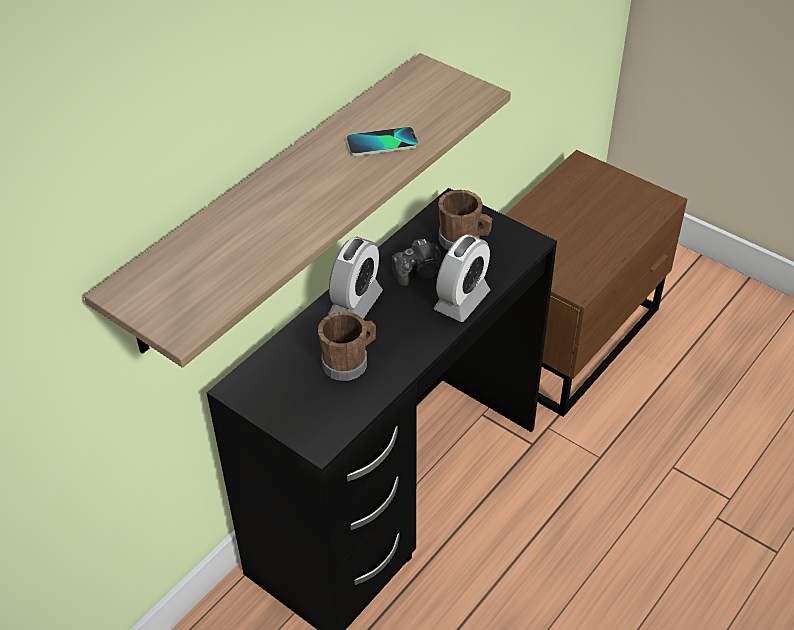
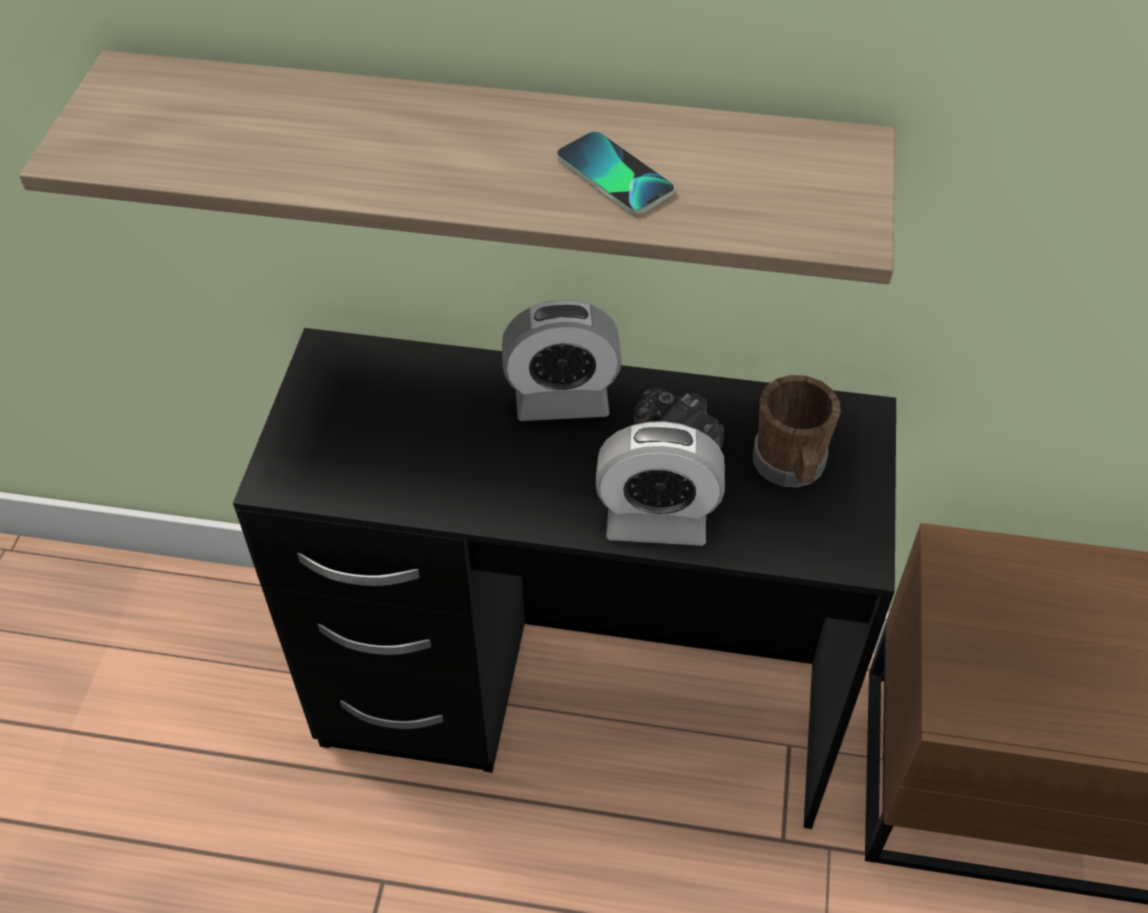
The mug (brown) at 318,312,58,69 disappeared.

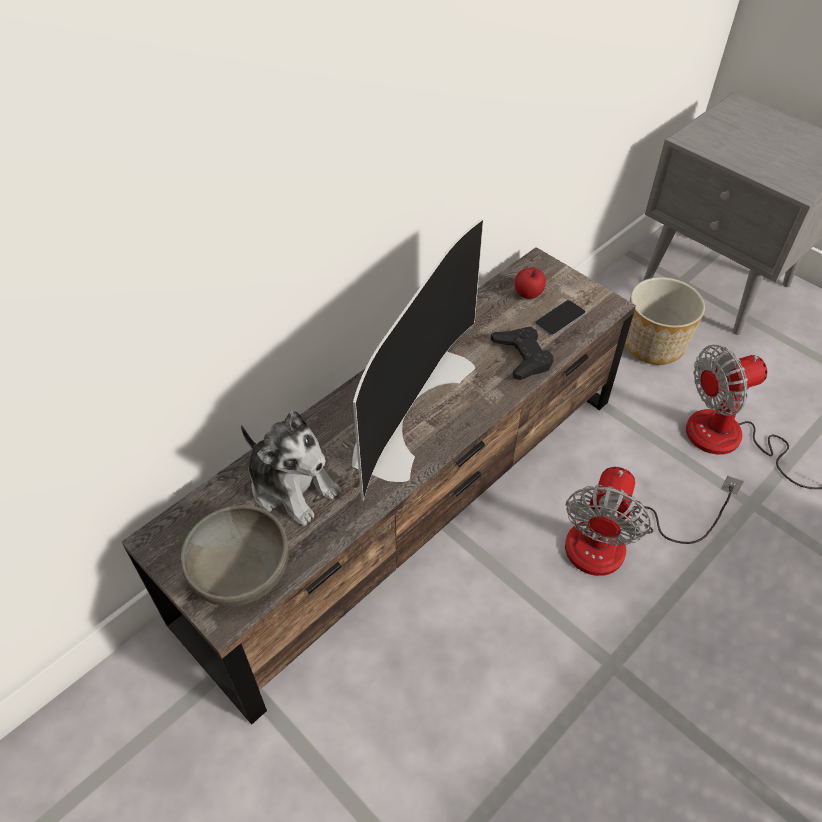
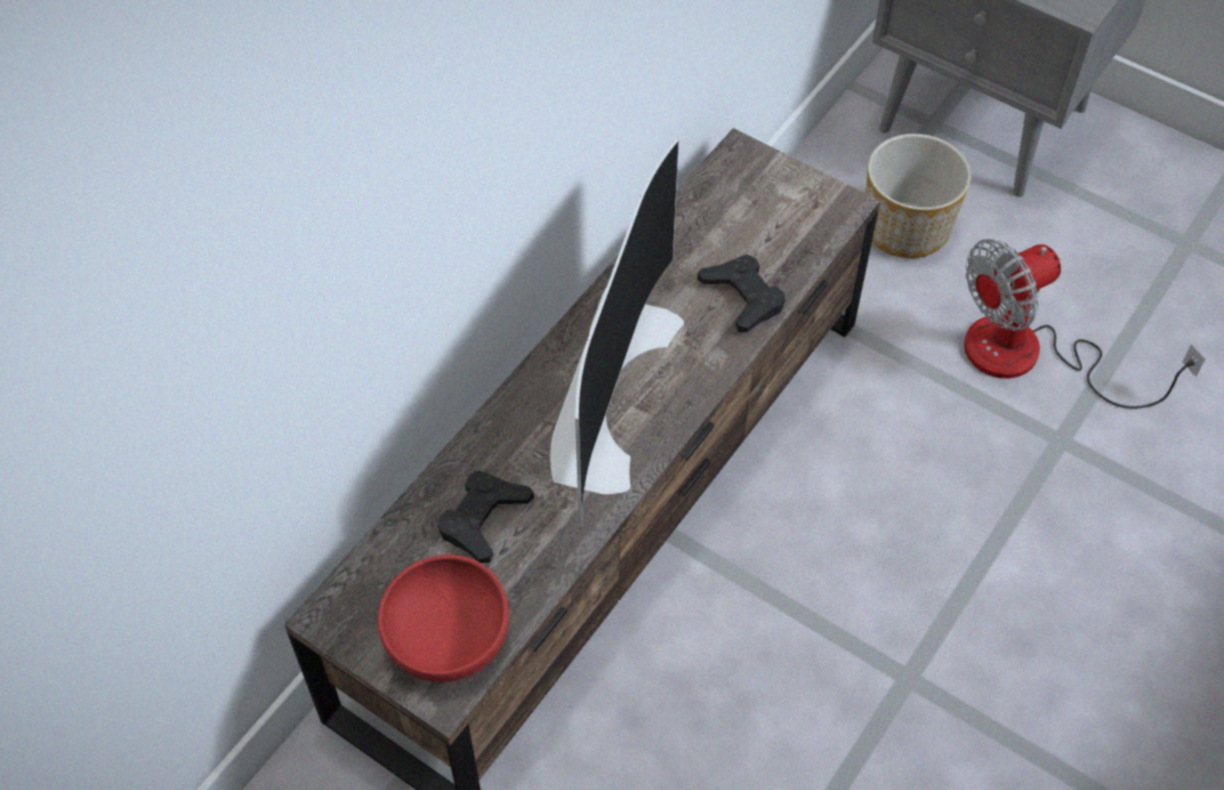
The apple at 515,268,31,31 disappeared.
The phone at 535,300,50,36 disappeared.
The plush toy at 241,410,100,116 was replaced by the game controller (black) at 437,470,97,93.
The fan at 565,467,179,109 disappeared.
The bowl (grey) at 180,505,109,101 became the bowl (red) at 377,555,132,128.

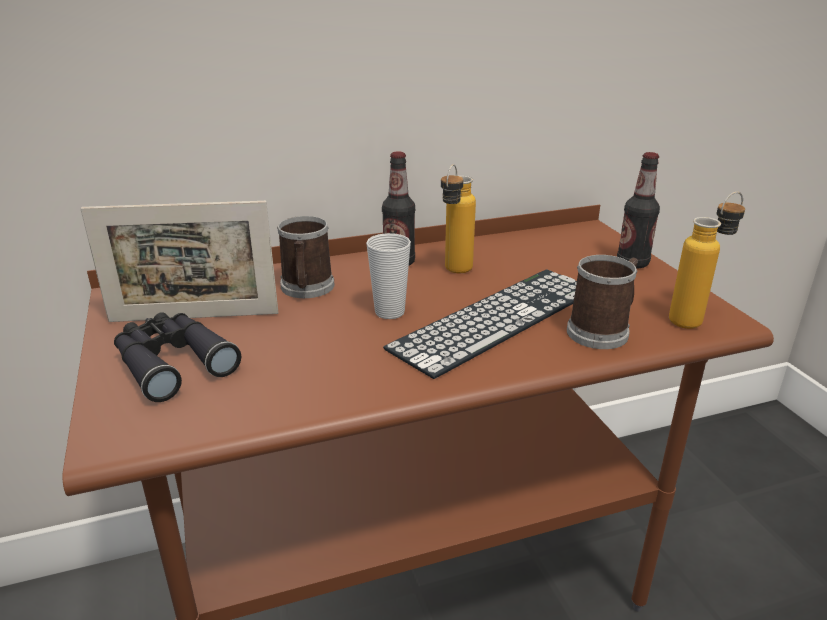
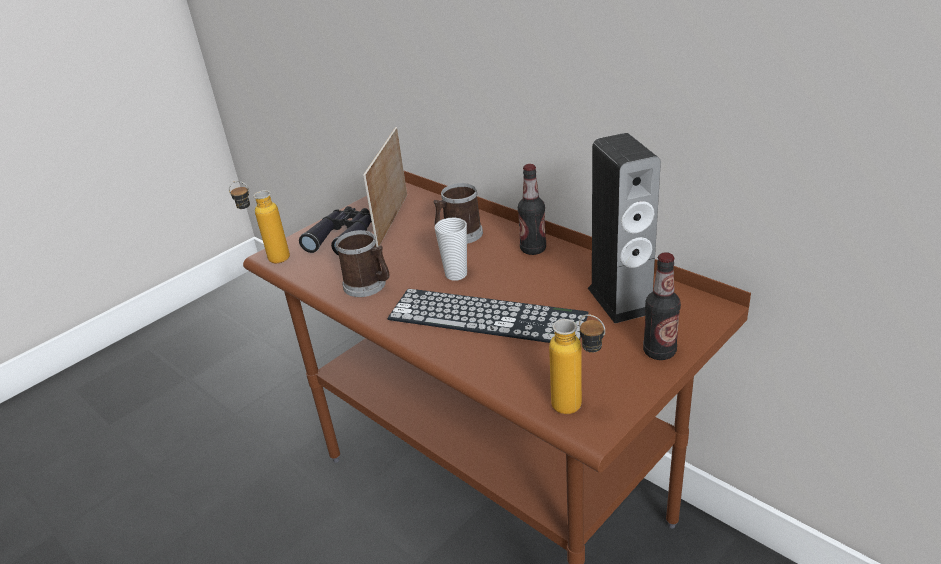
The bottle moved from 441,164,35,109 to 229,181,61,82.
The picture frame at 80,201,198,121 turned 45 degrees clockwise.
The mug moved from 567,255,71,94 to 336,230,54,67.
The speaker at 588,133,73,190 appeared.

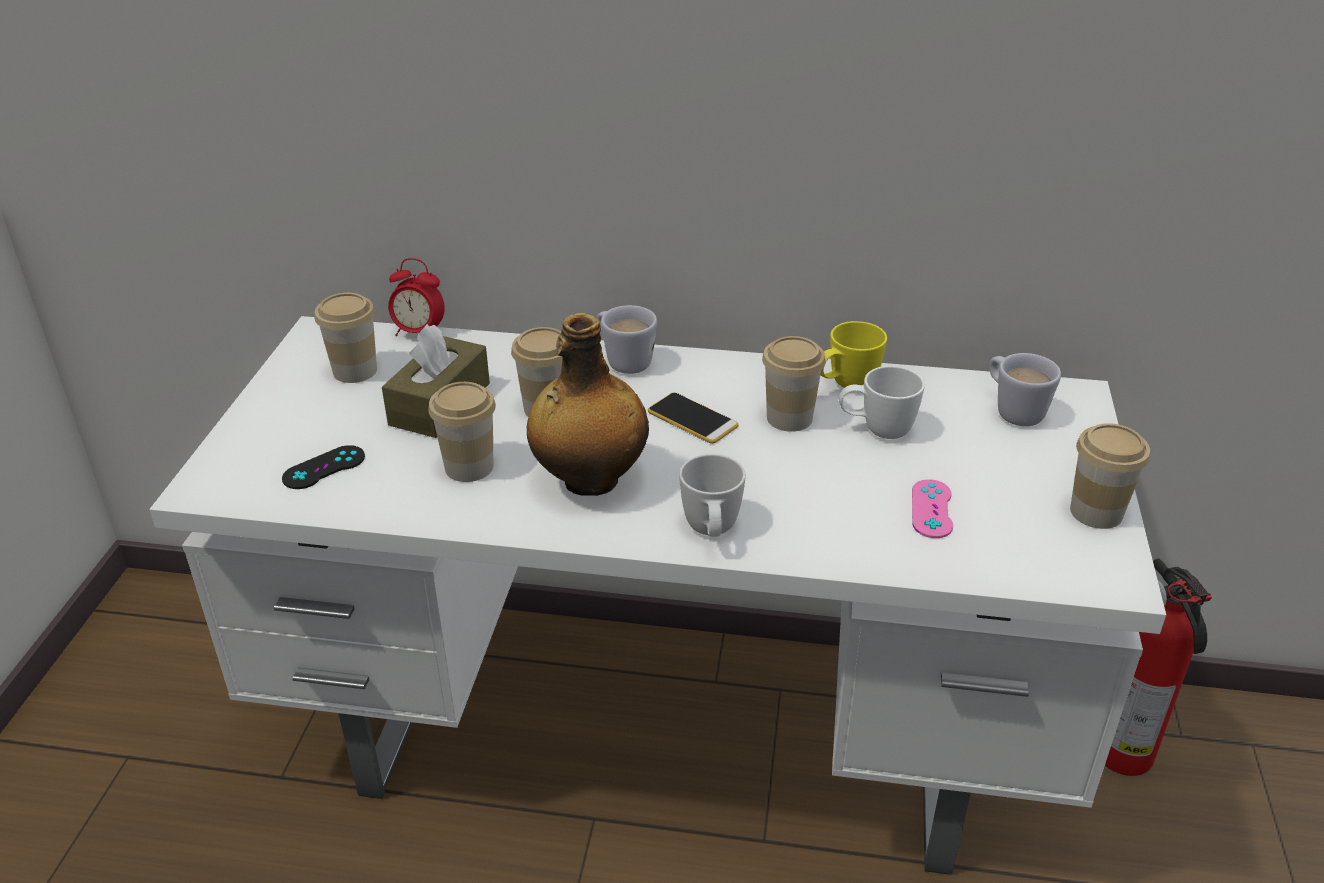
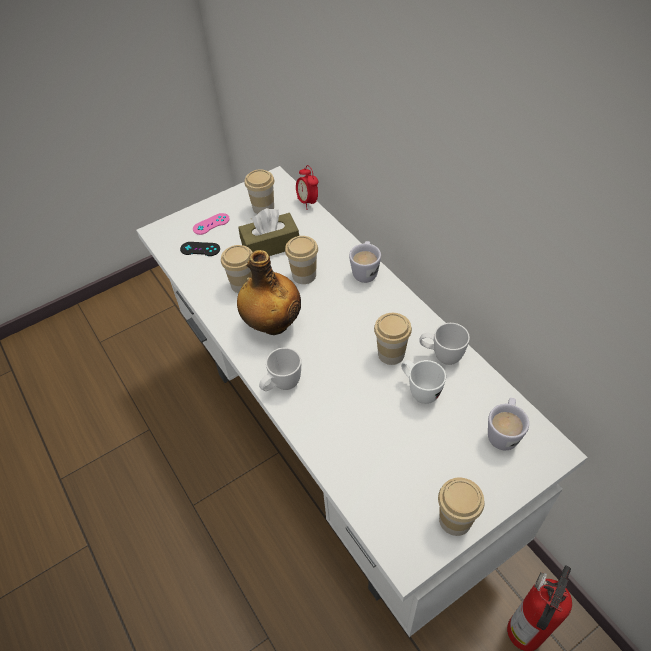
The mug (yellow) at 821,321,66,67 became the mug (white) at 419,323,51,42.
The phone at 648,393,90,51 disappeared.
The game controller (pink) moved from 912,479,41,59 to 193,213,37,22.

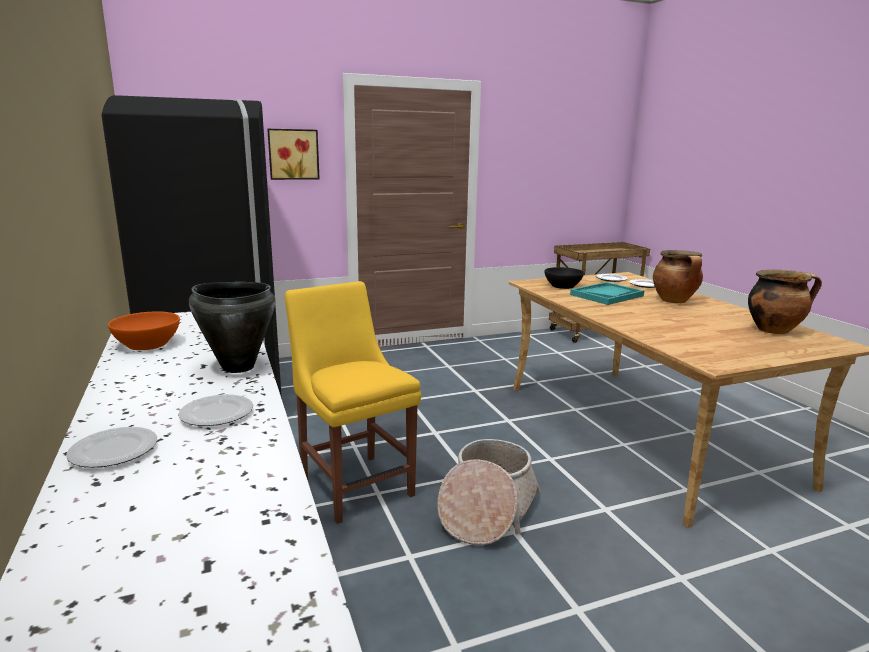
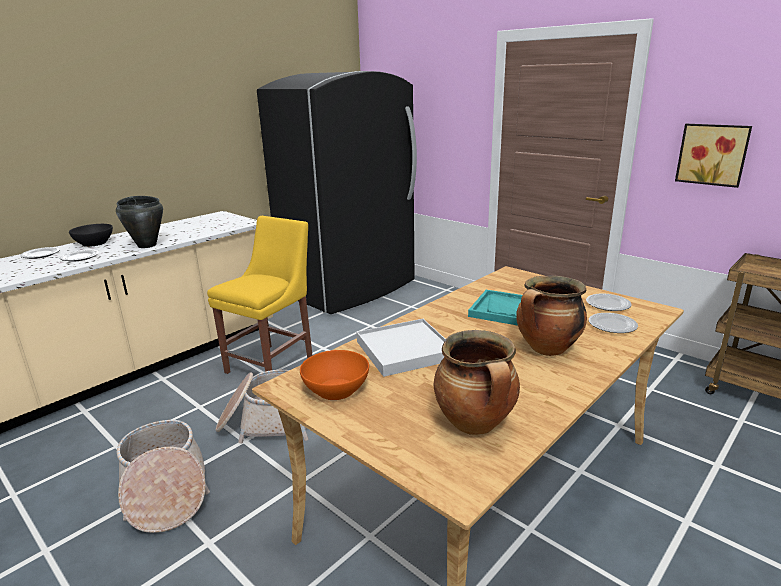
The picture moved from 267,129,53,51 to 675,124,77,64.
The bowl (black) moved from 544,267,40,22 to 69,224,44,23.
The bowl (orange) moved from 108,311,72,39 to 300,350,69,50.
The tray (white) at 357,319,89,58 appeared.
The basket at 117,420,93,113 appeared.

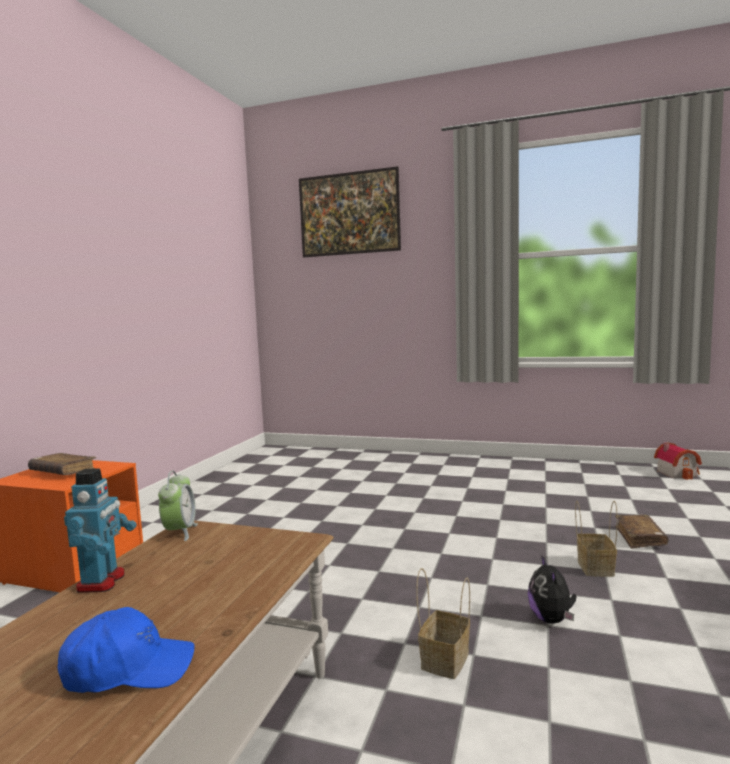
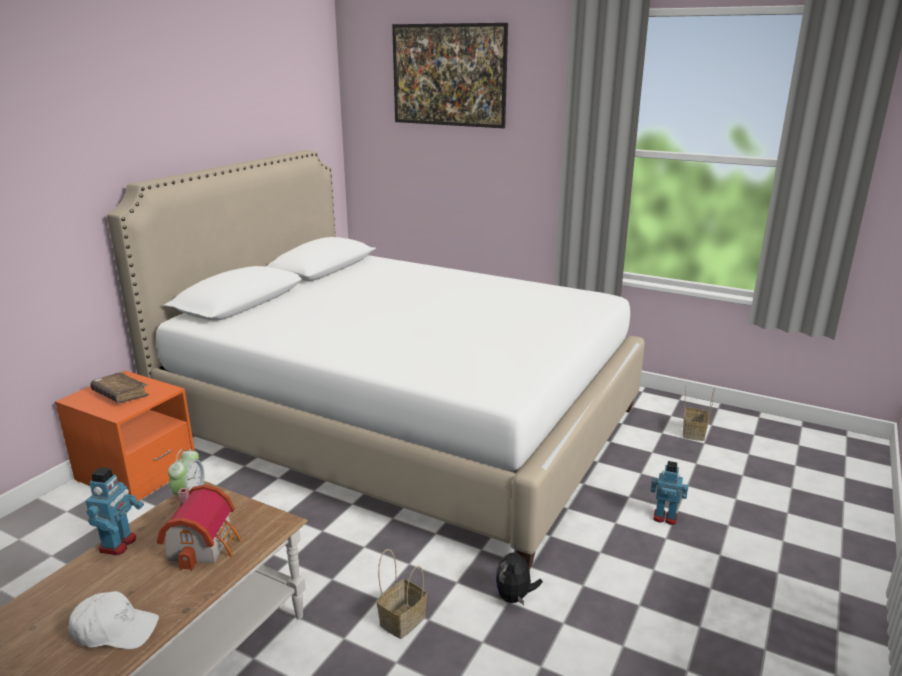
The toy house moved from 654,442,48,38 to 157,485,84,86.
The basket moved from 575,501,43,76 to 683,388,32,53.
The book (brown) at 615,515,53,33 was replaced by the toy robot at 651,461,37,64.
The cap (blue) at 57,607,138,86 became the cap (white) at 68,591,91,58.
The bed (white) at 107,150,538,419 appeared.

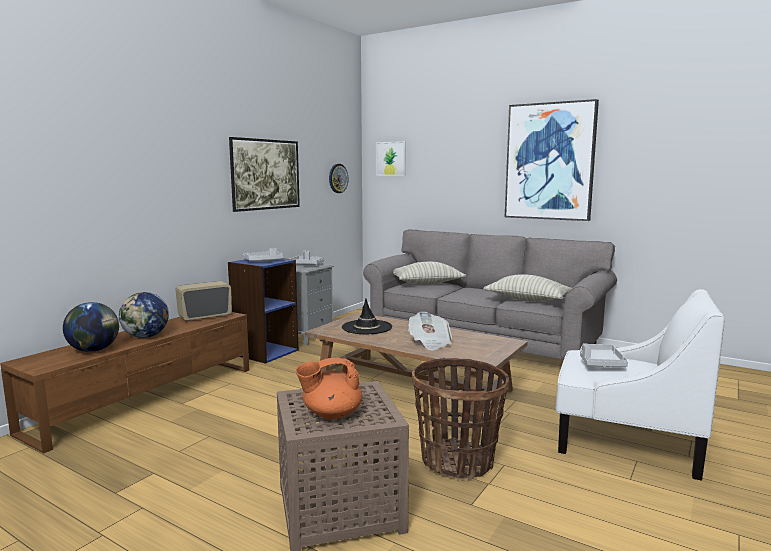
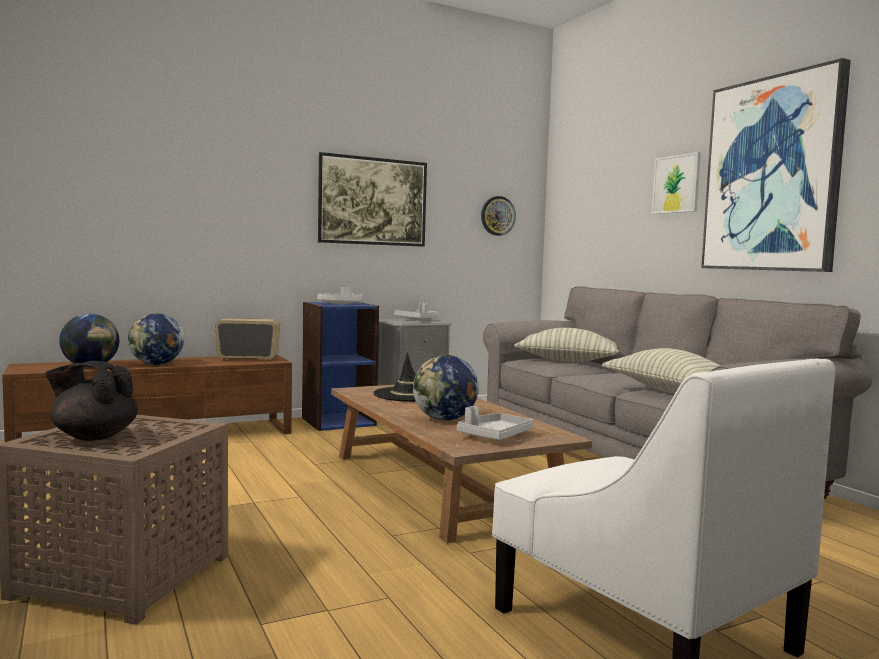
The picture moved from 376,141,30,35 to 652,152,49,62.
The newspaper at 408,312,44,39 was replaced by the globe at 413,355,66,65.
The tray (grey) moved from 580,343,48,24 to 457,406,77,34.
The teapot (orange) at 296,358,66,61 became the teapot (black) at 45,361,93,80.
The basket at 412,358,97,121 disappeared.

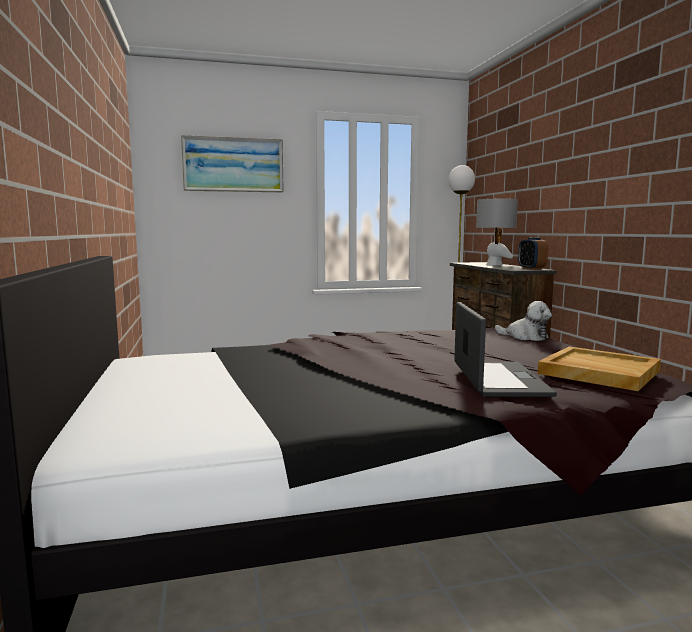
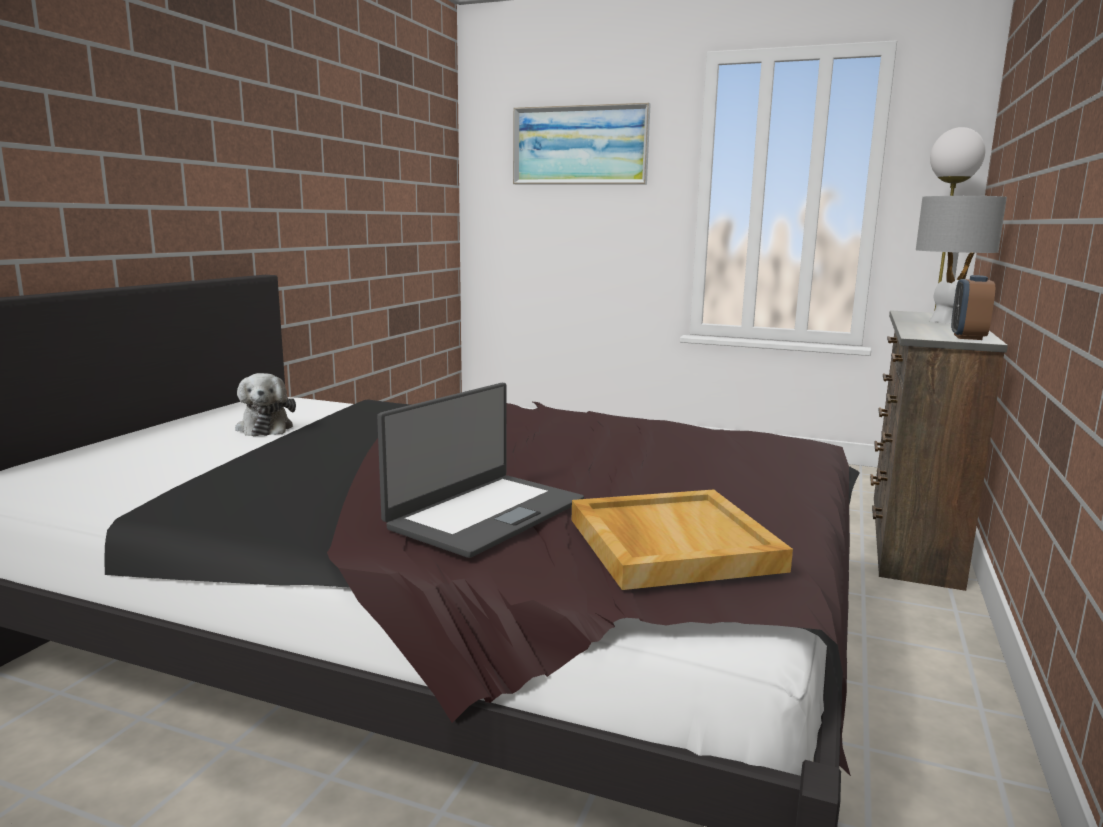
The plush toy moved from 495,301,57,40 to 235,373,61,63.

